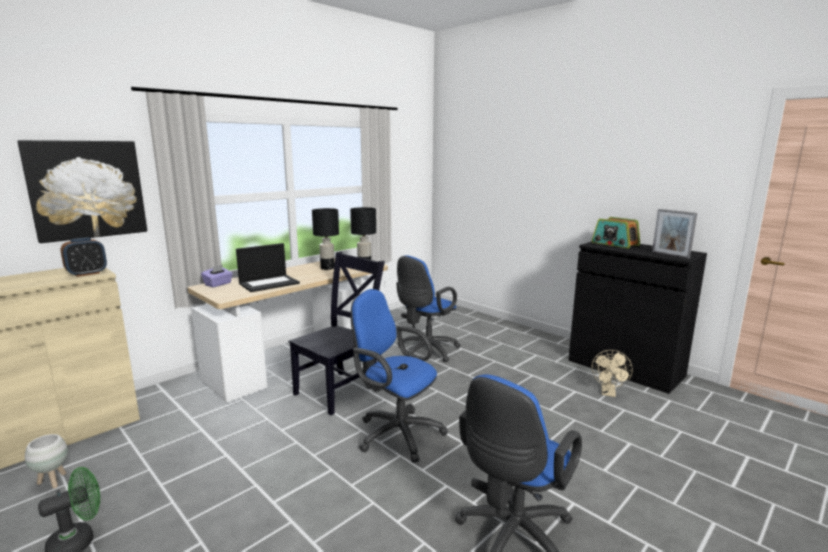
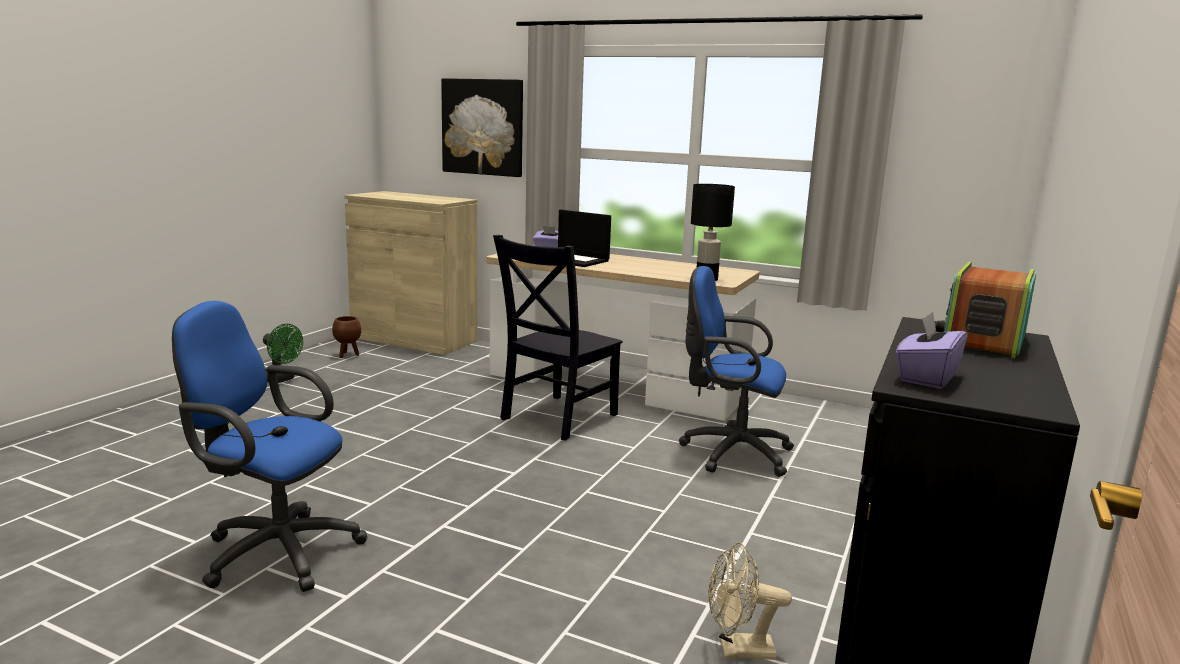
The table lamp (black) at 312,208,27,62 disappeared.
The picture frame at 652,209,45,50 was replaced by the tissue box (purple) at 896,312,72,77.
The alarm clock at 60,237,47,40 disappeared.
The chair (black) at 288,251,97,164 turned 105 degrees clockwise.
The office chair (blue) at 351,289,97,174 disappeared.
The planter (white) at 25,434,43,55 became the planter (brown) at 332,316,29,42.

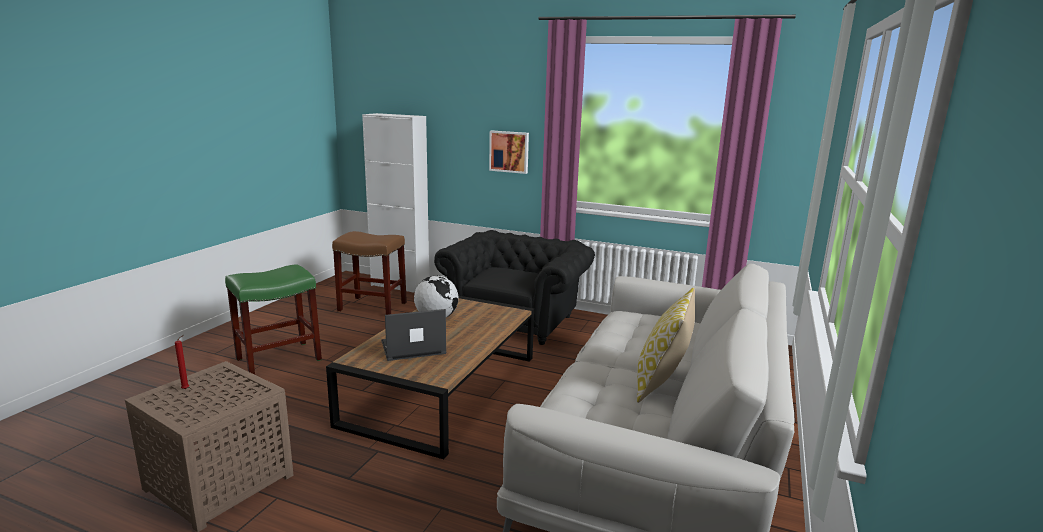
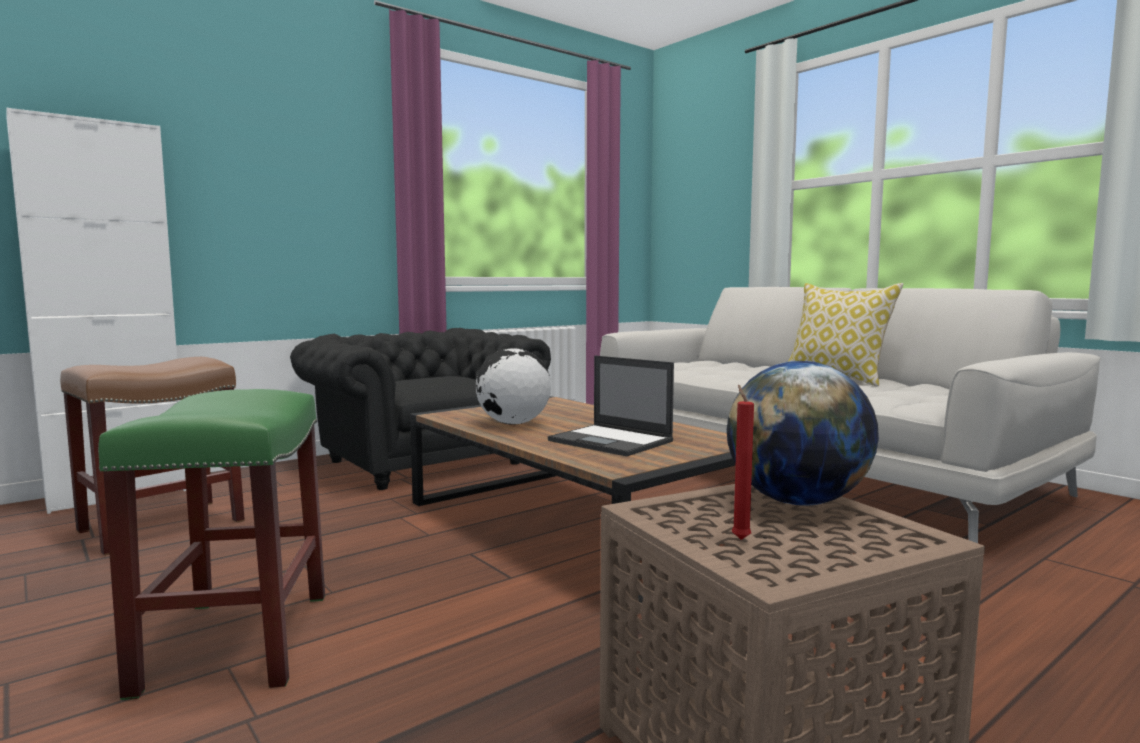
The picture at 489,131,40,43 disappeared.
The laptop at 381,309,65,52 turned 60 degrees counterclockwise.
The globe at 727,361,152,144 appeared.

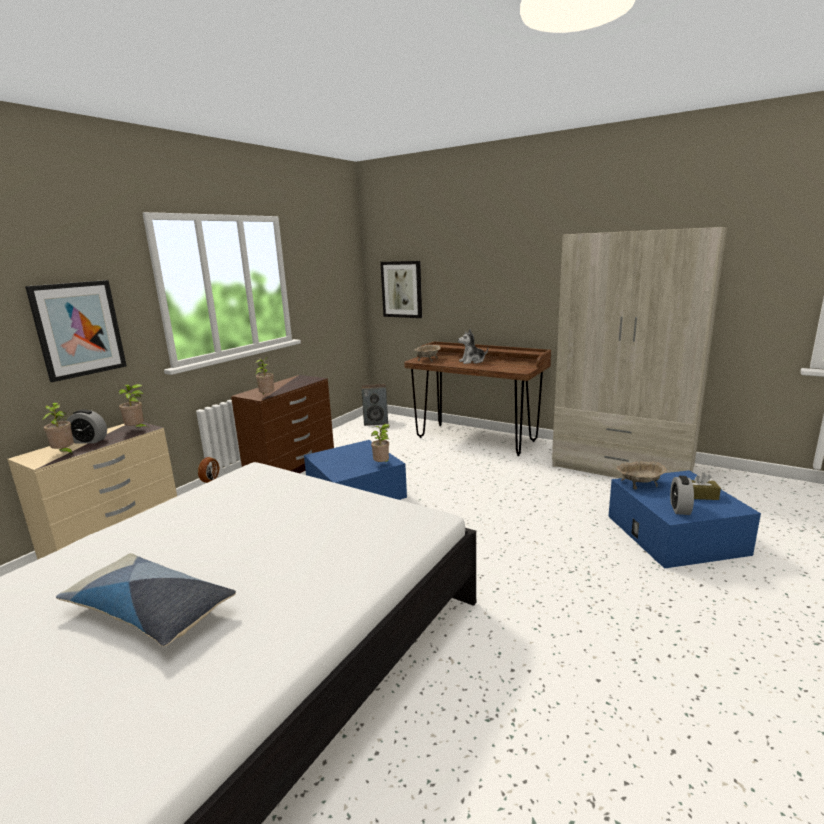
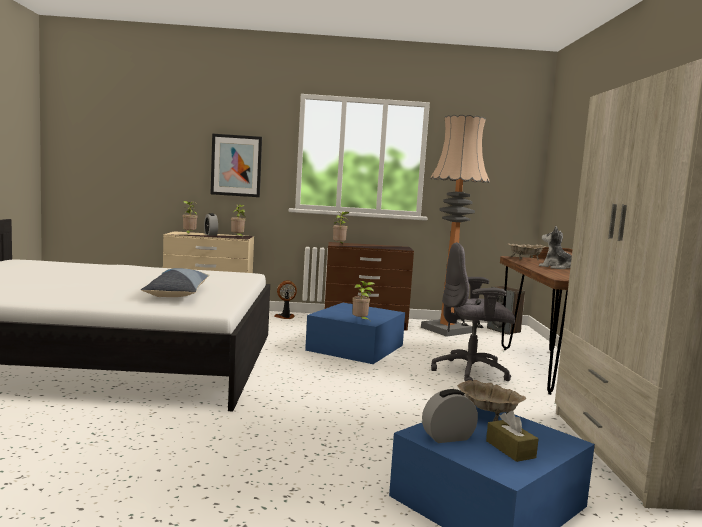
The picture at 380,261,42,57 disappeared.
The pillow moved from 56,553,180,93 to 141,268,69,29.
The floor lamp at 421,115,69,222 appeared.
The office chair (grey) at 431,242,84,139 appeared.

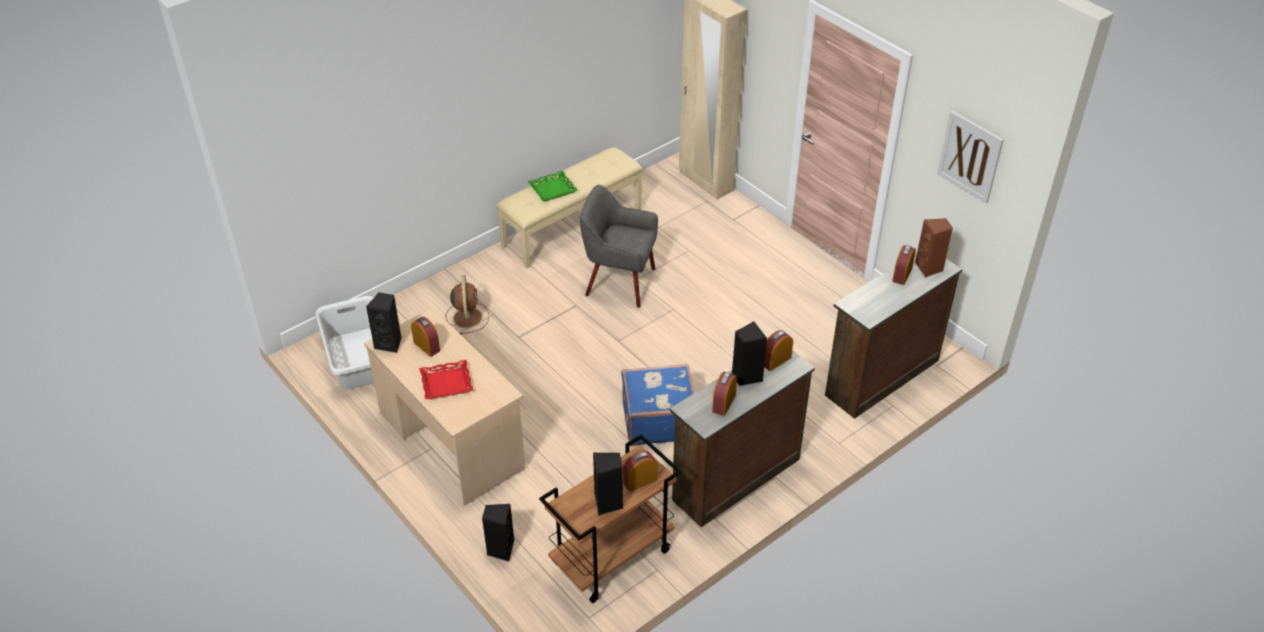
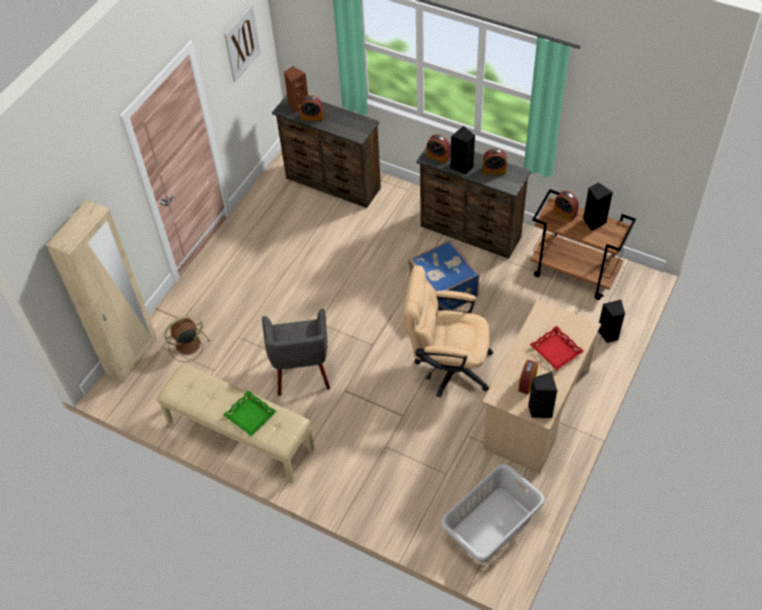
The fan (brown) moved from 446,275,43,60 to 164,315,46,47.
The office chair (beige) at 404,265,89,132 appeared.

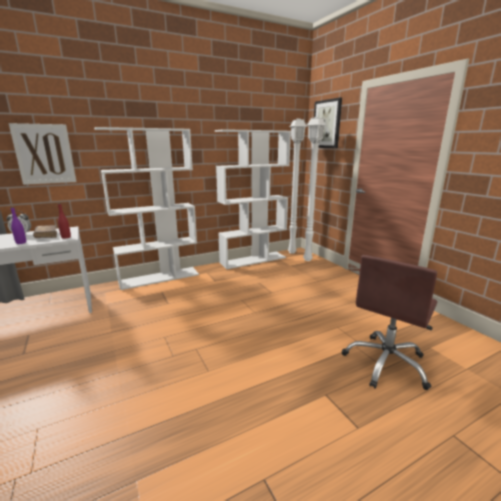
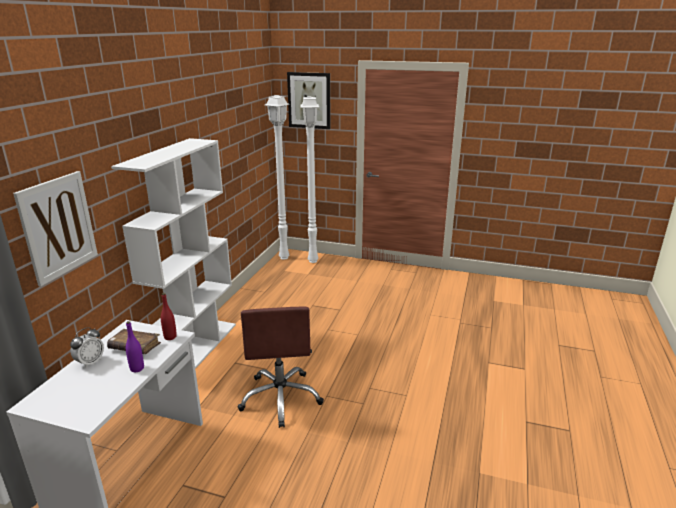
The bookcase (white) at 215,129,76,140 disappeared.
The office chair (brown) moved from 342,255,95,135 to 238,307,86,121.

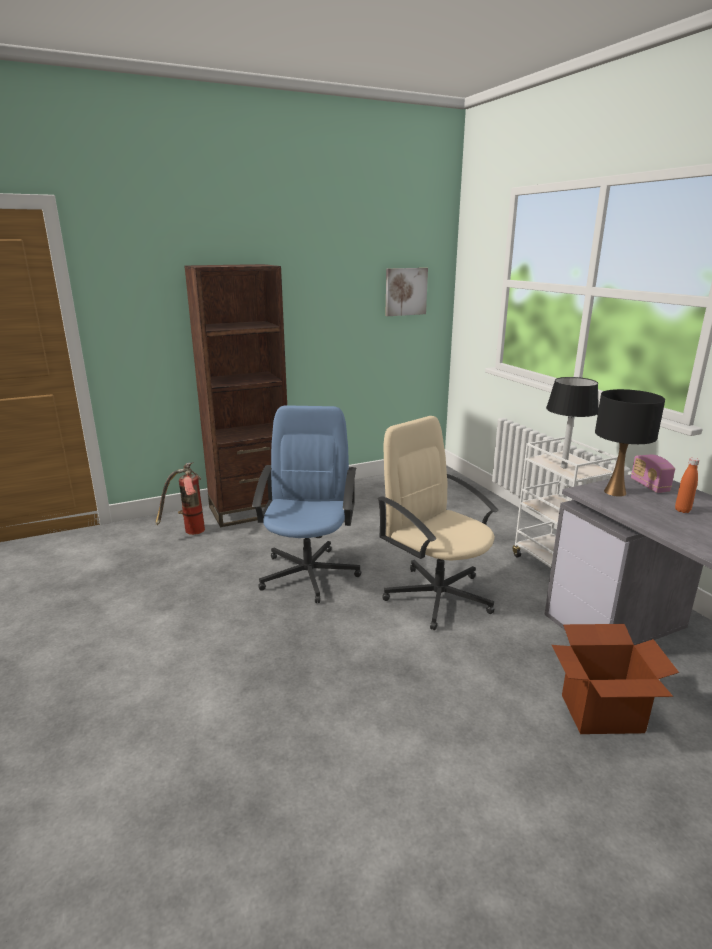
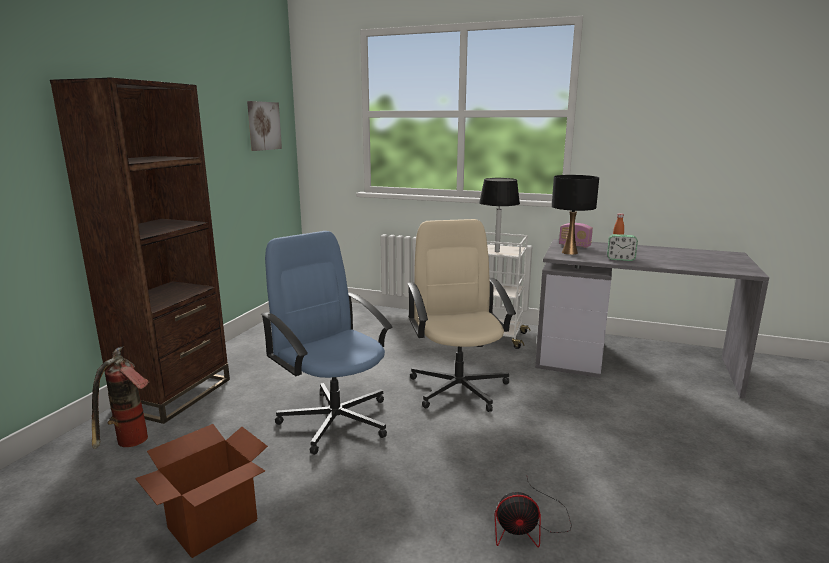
The office chair (beige) at 377,416,121,214 turned 75 degrees clockwise.
The cardboard box moved from 552,624,127,110 to 135,424,133,134.
The alarm clock at 607,234,31,27 appeared.
The fan at 495,478,77,70 appeared.

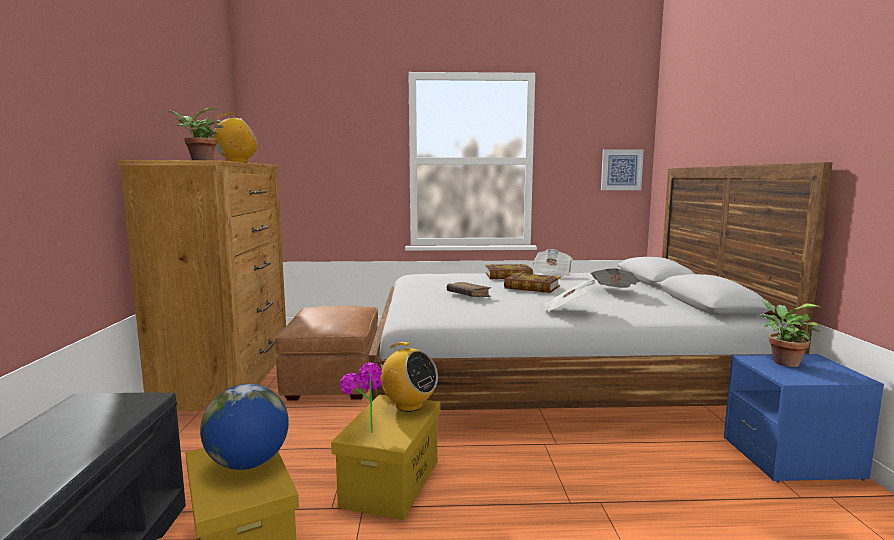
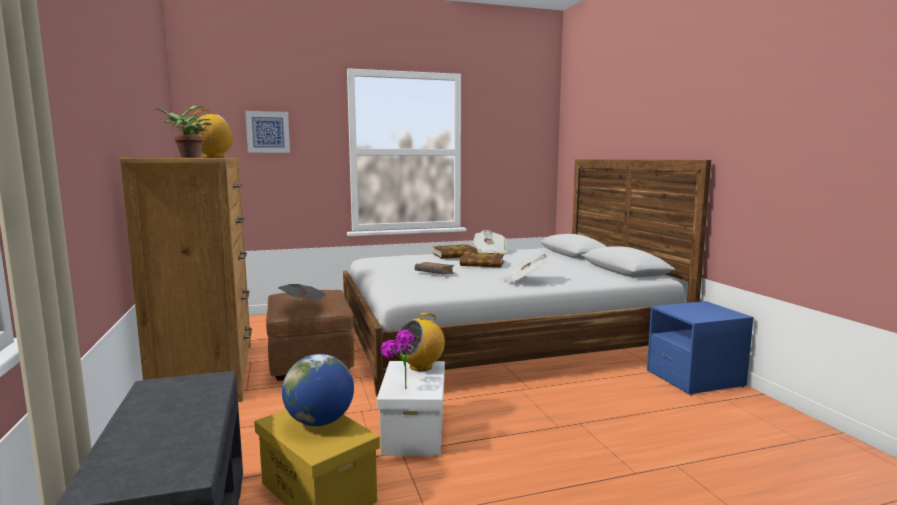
The picture moved from 601,149,43,41 to 245,111,45,42.
The newspaper moved from 591,268,49,20 to 278,284,48,16.
The potted plant at 761,300,60,67 disappeared.
The radio at 376,342,62,70 turned 120 degrees clockwise.
The storage box (yellow) at 331,394,110,126 became the storage box (white) at 377,361,68,95.

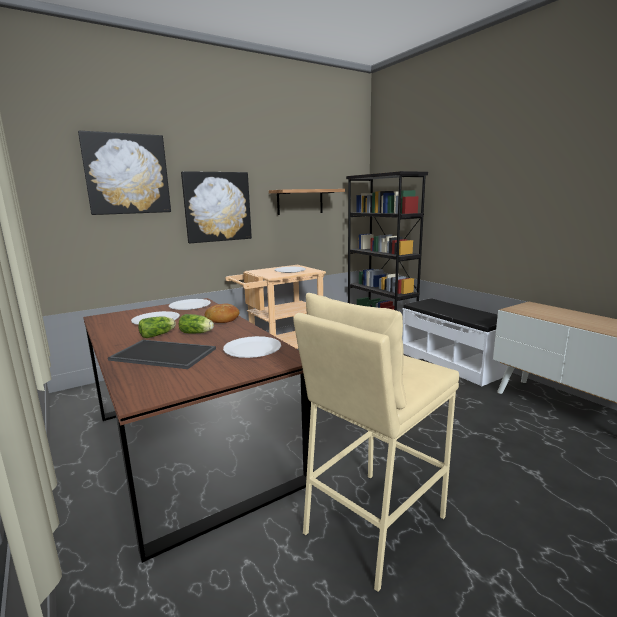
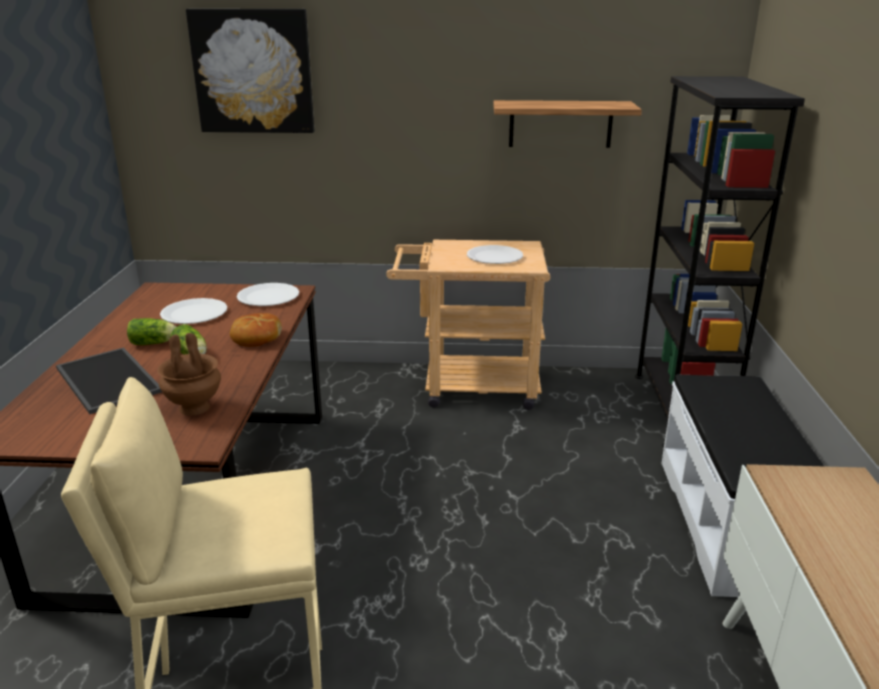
The picture at 181,171,71,72 disappeared.
The plate (white) at 223,336,58,22 was replaced by the vase (brown) at 157,333,64,83.

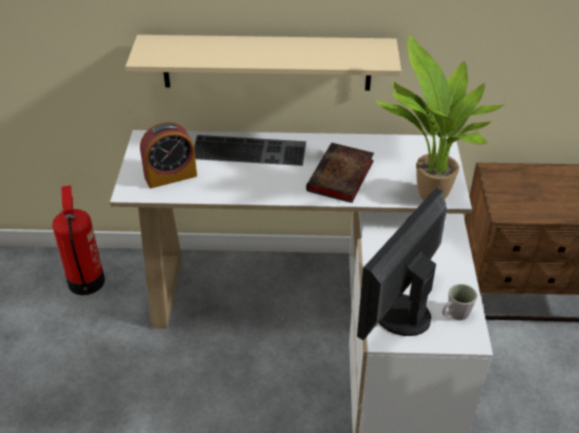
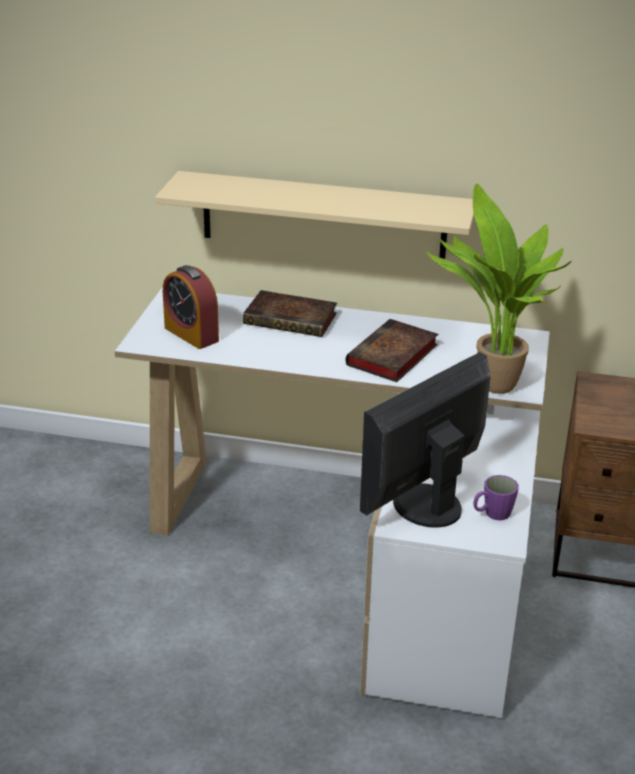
The alarm clock at 140,122,57,66 turned 60 degrees clockwise.
The keyboard at 194,135,112,31 was replaced by the book at 243,290,94,47.
The fire extinguisher at 52,185,53,110 disappeared.
The mug (grey) at 442,284,35,36 became the mug (purple) at 473,475,46,45.

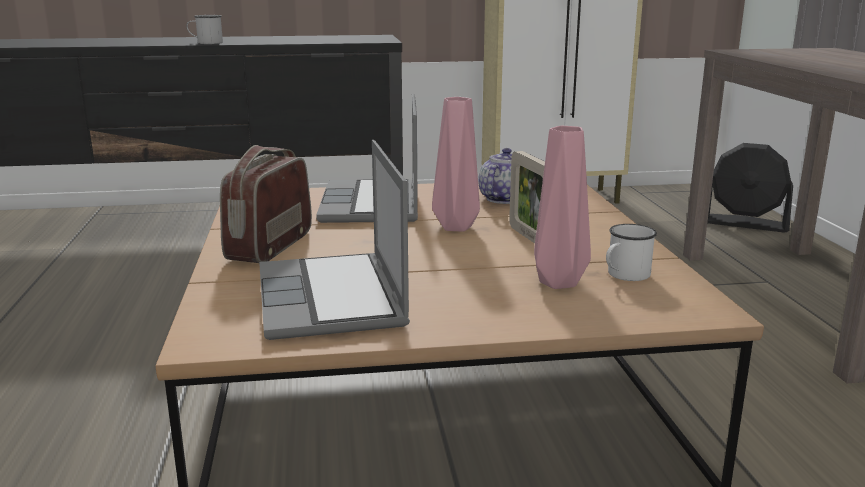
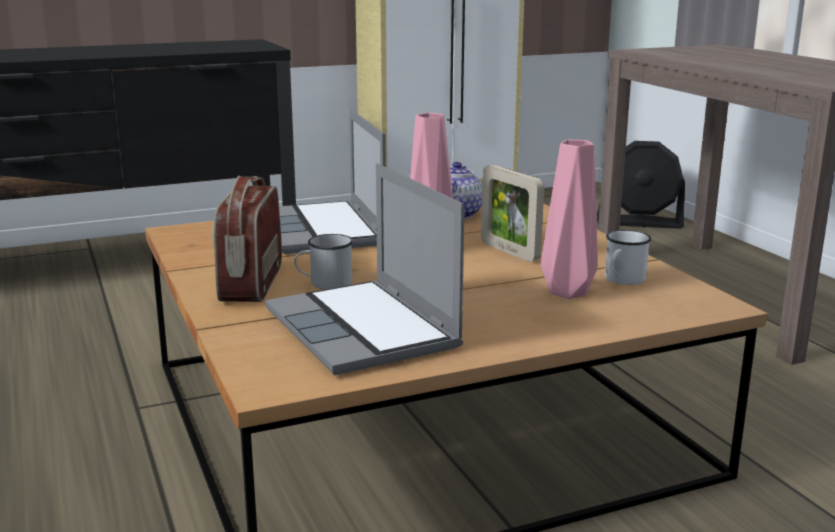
The mug (white) moved from 186,15,37,29 to 294,234,59,55.

